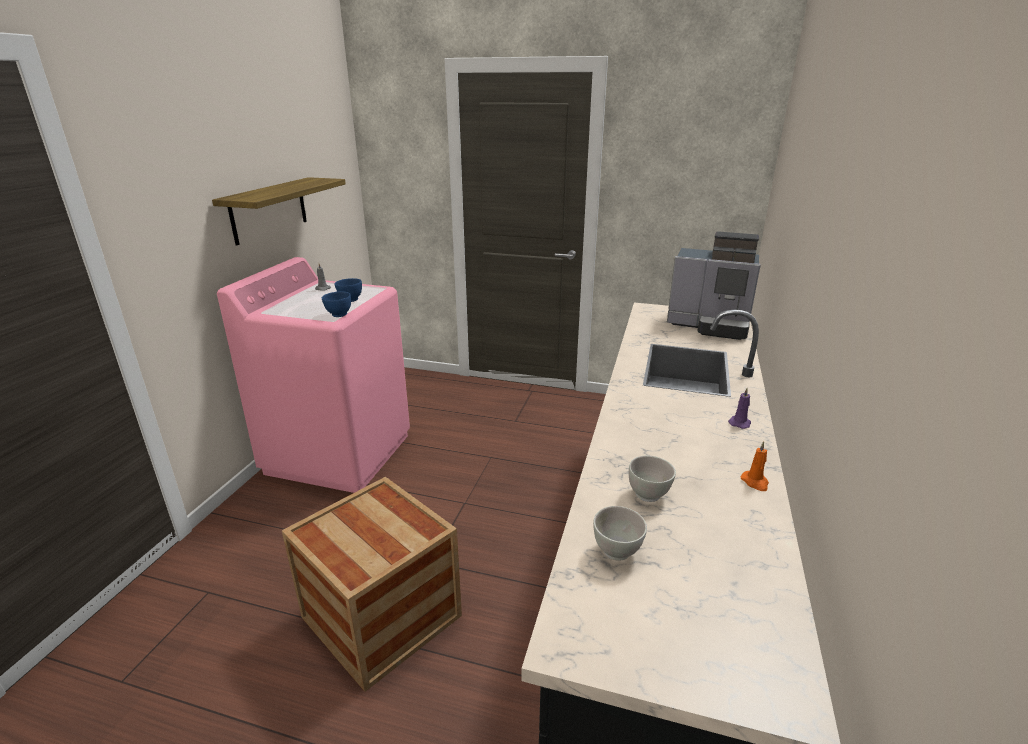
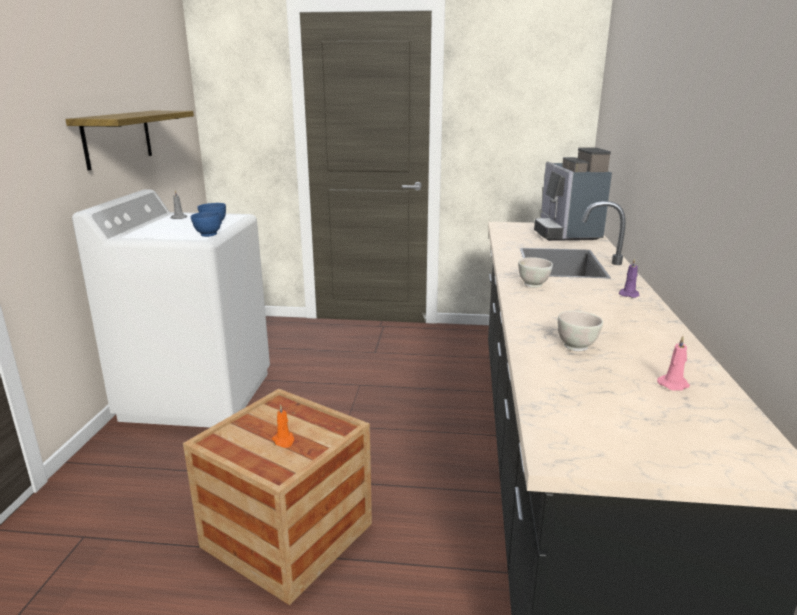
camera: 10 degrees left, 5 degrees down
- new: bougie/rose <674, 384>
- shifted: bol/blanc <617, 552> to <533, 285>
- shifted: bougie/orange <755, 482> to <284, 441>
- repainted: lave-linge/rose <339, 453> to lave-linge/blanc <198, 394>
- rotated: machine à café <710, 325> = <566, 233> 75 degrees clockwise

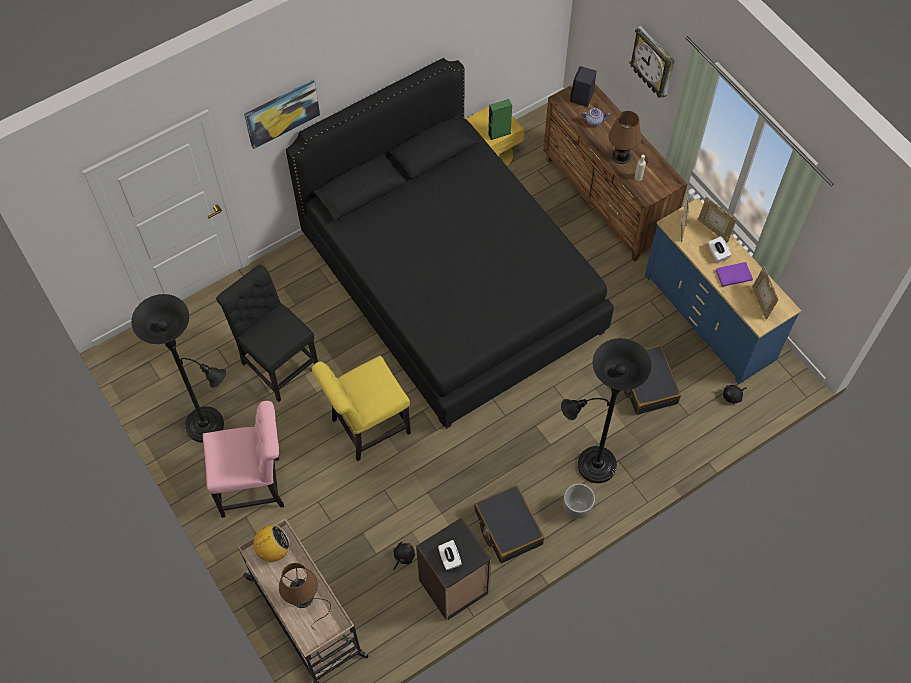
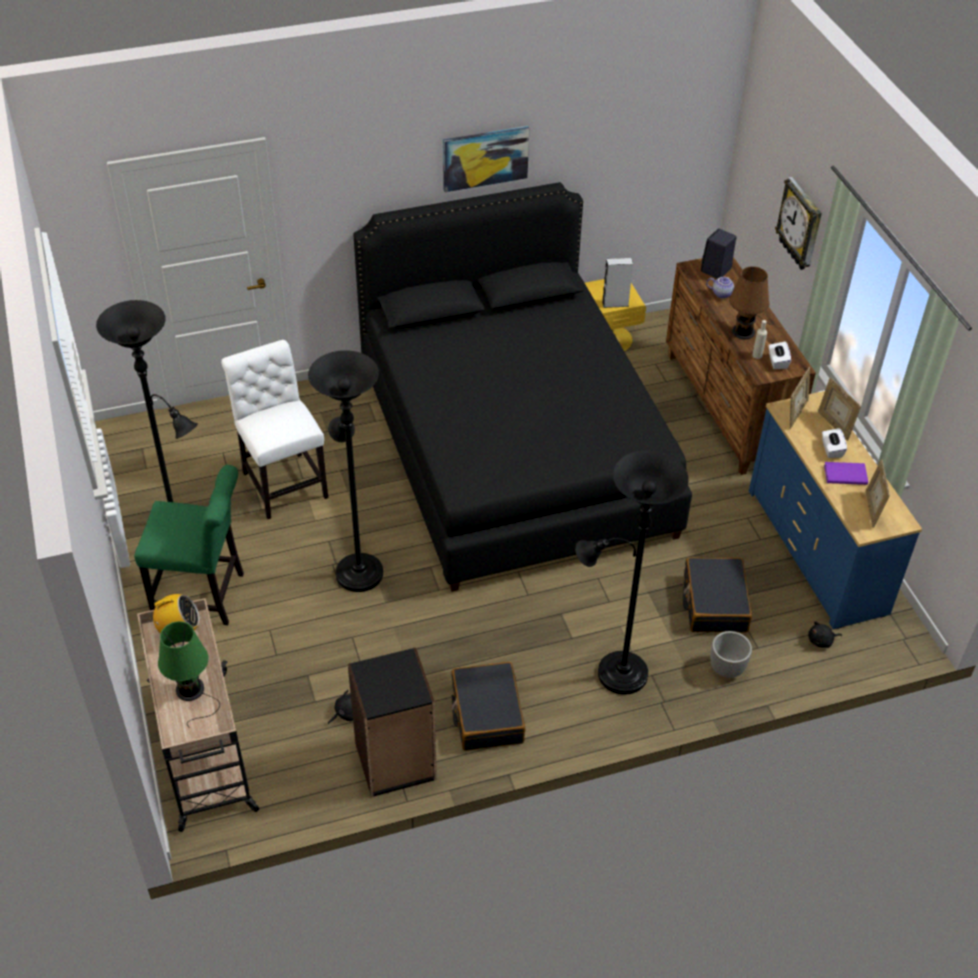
camera: 15 degrees right, 15 degrees down
- shifted: tableau <281, 113> to <485, 158>
- shifted: boîte à mouchoirs/blanc <449, 558> to <777, 362>
- shifted: cache-pot <577, 508> to <727, 669>
- swapped: chaise/jaune <366, 428> to lampadaire/noir <358, 569>
- repainted: chaise/rose <255, 486> to chaise/vert <204, 596>
- repainted: chaise/noir <277, 363> to chaise/blanc <283, 482>
- repainted: lampe de table/marron <304, 599> to lampe de table/vert <191, 692>
- repainted: enceinte/vert <499, 133> to enceinte/gris <615, 303>

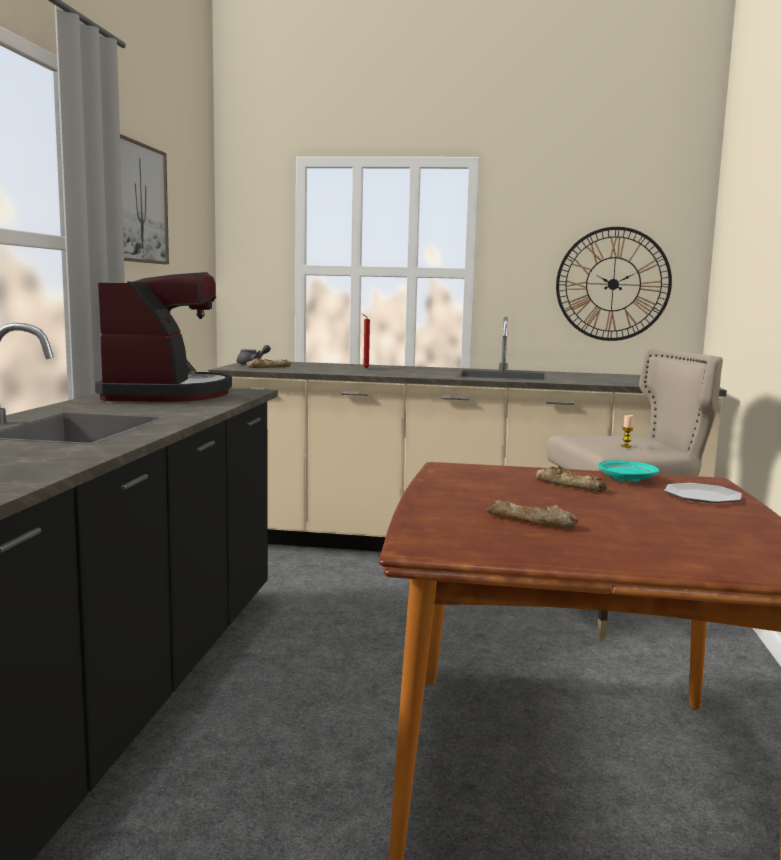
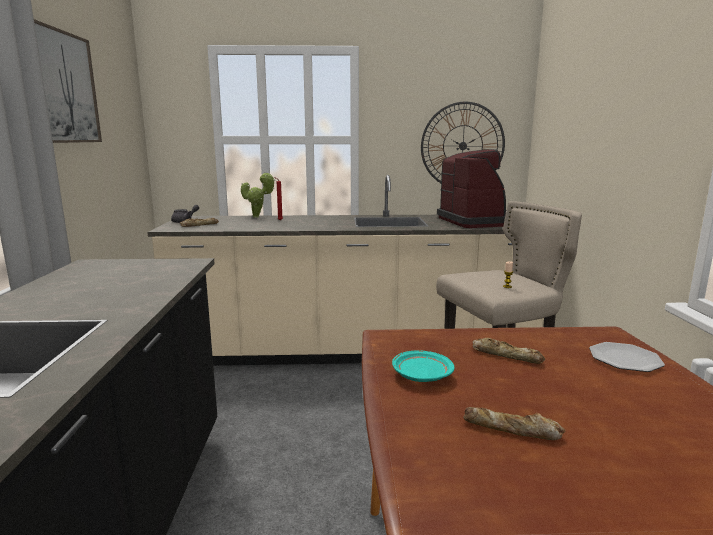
camera: 10 degrees left, 5 degrees up
- new: plante en pot <258, 217>
- shifted: machine à café <167, 394> to <476, 221>
- shifted: assiette/turquoise <626, 479> to <421, 375>

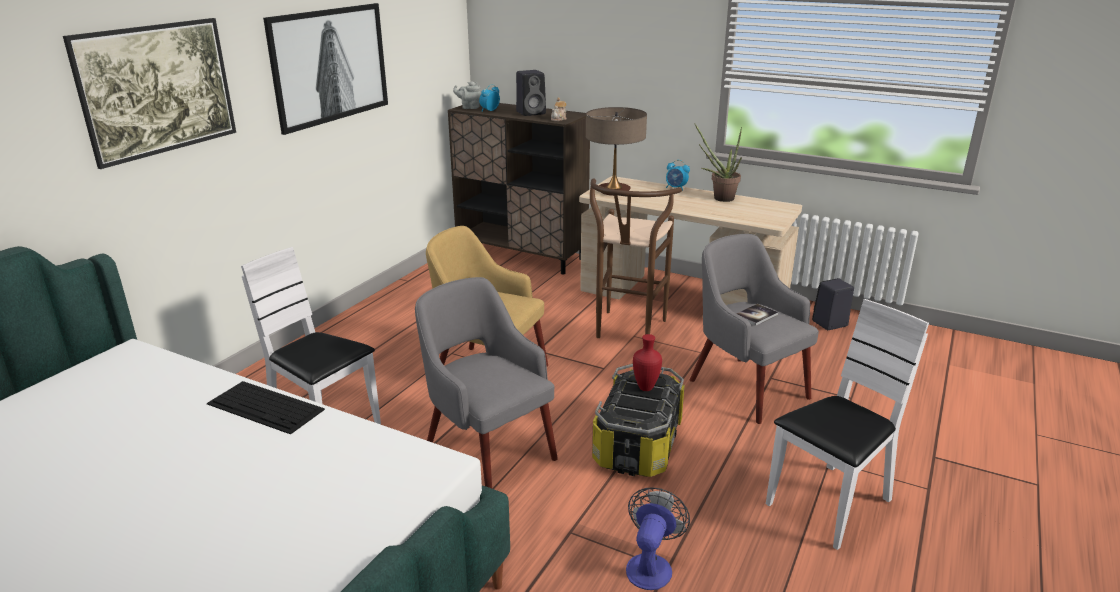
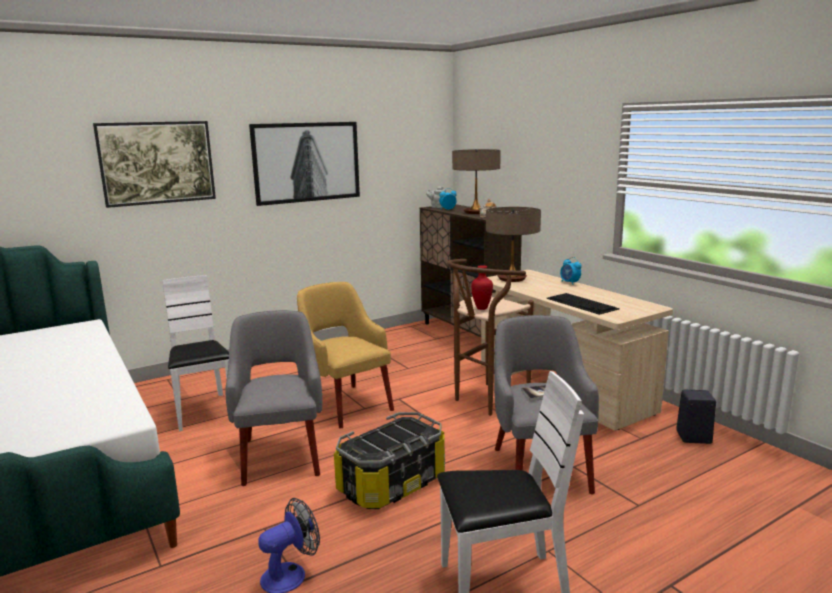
camera: 30 degrees right, 10 degrees down
- gone: plante en pot <719, 198>
- shifted: clavier <266, 406> to <582, 303>
- shifted: vase/rouge <646, 388> to <482, 308>
- swapped: enceinte/noir <531, 113> to lampe de table <476, 212>

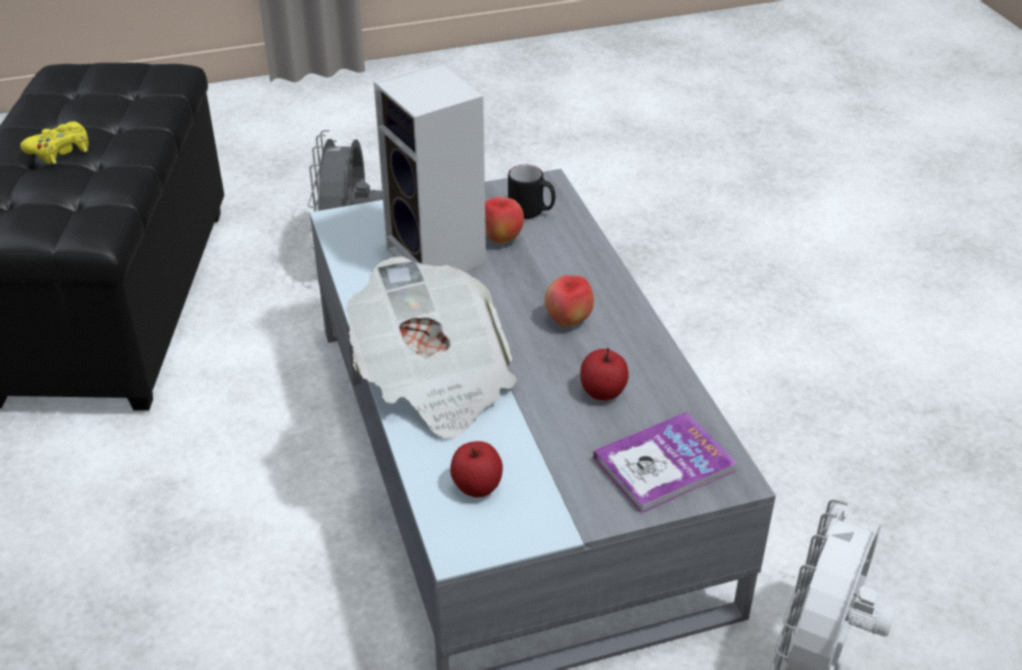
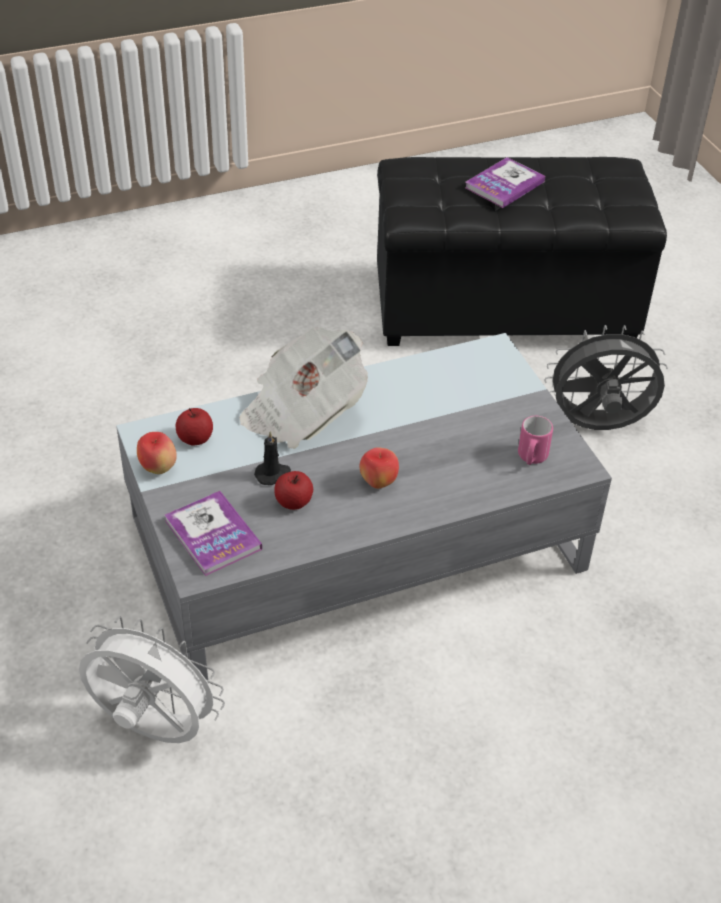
camera: 85 degrees right, 5 degrees up
- gone: enceinte <439, 258>
- new: bougie/noir <273, 474>
- shifted: pomme <501, 239> to <158, 468>
- swapped: manette/jaune <60, 150> to livre <504, 184>
- repainted: mug/noir <531, 212> to mug/rose <531, 458>

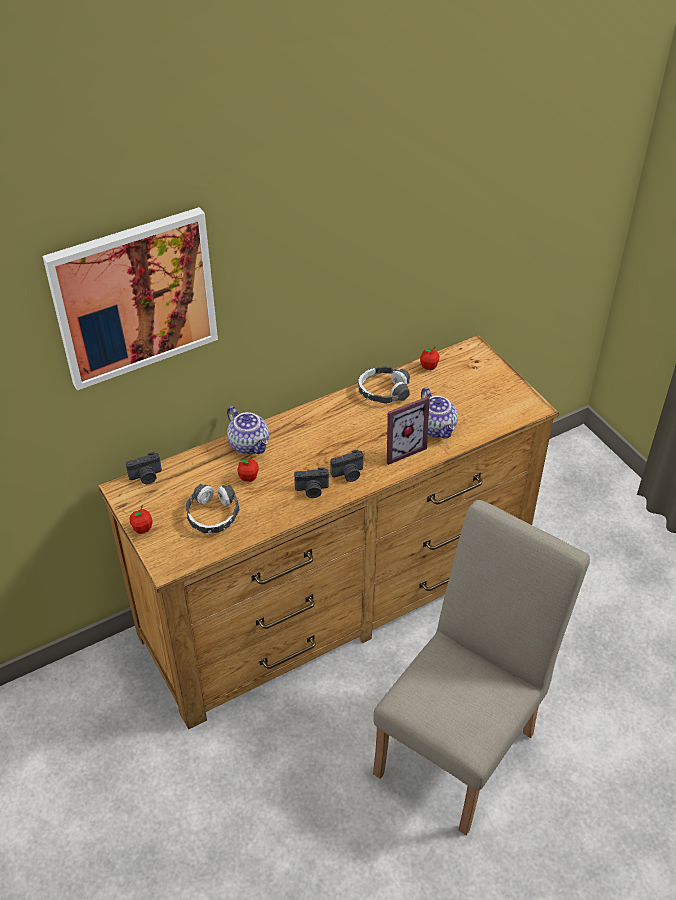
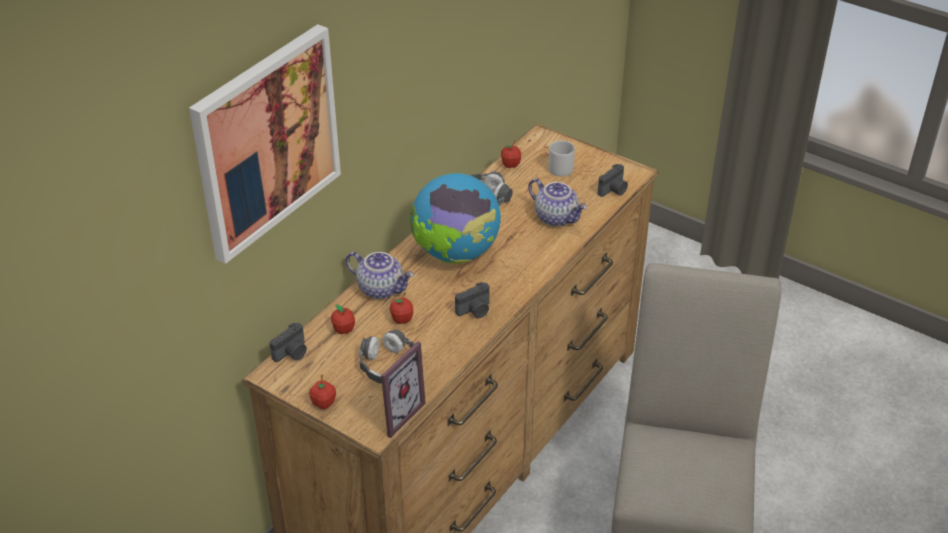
camera: 25 degrees left, 5 degrees down
- new: pomme <343, 330>
- new: globe <456, 253>
- new: mug/gris <561, 167>
- shifted: appareil photo <348, 474> to <614, 190>
- shifted: cadre photo <400, 448> to <395, 413>

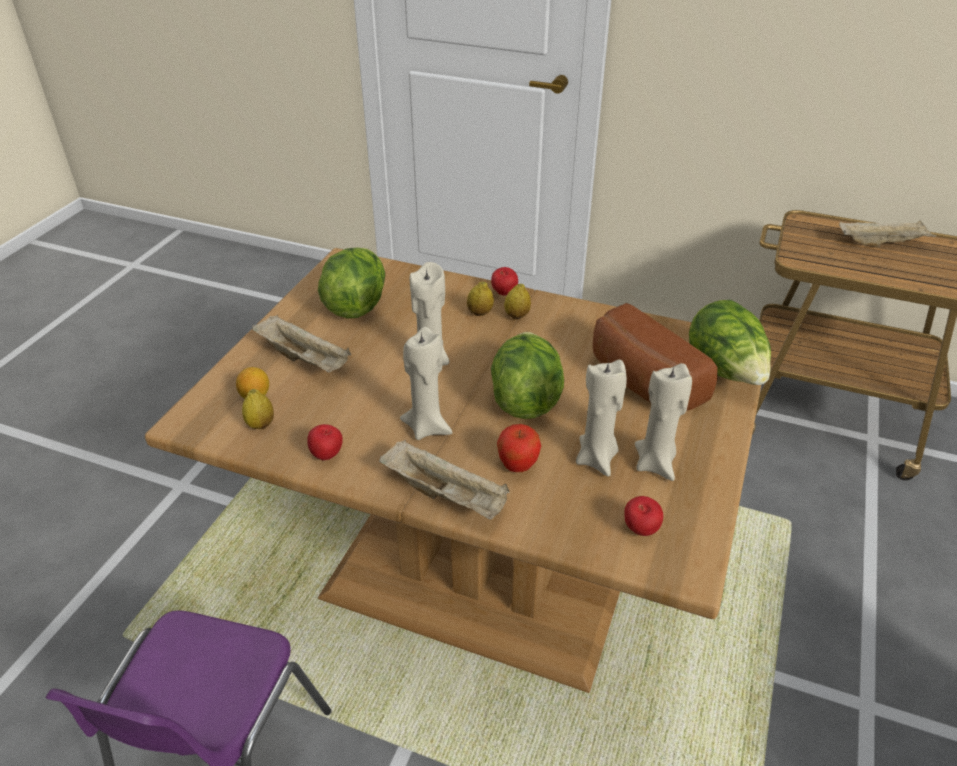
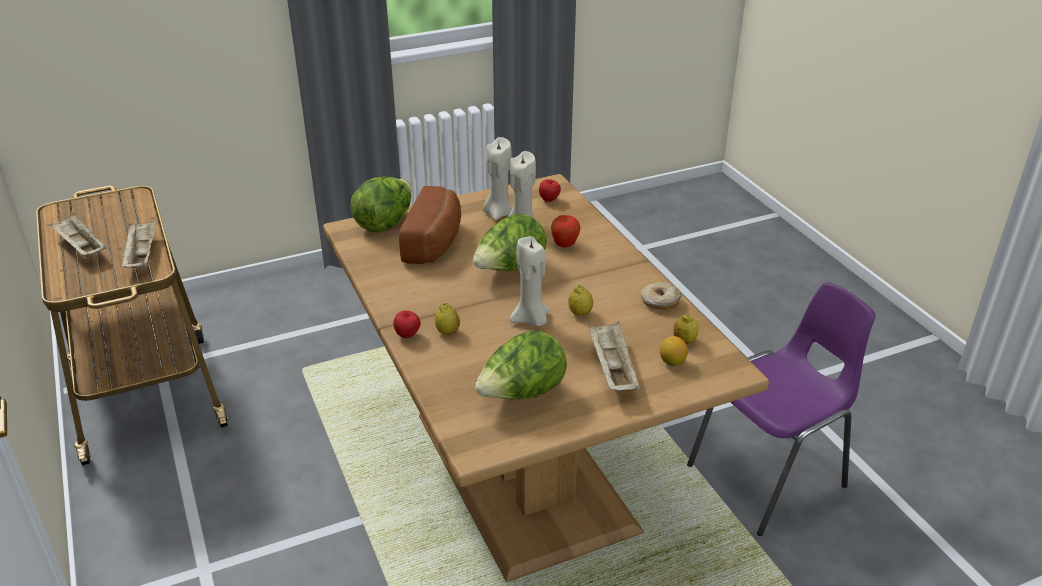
camera: 135 degrees left, 5 degrees down
- gone: bougie/beige <427, 427>
- shifted: plateau/beige <446, 495> to <142, 256>
- shifted: citron <517, 316> to <580, 313>
- swapped: pomme <327, 455> to beignet <660, 302>

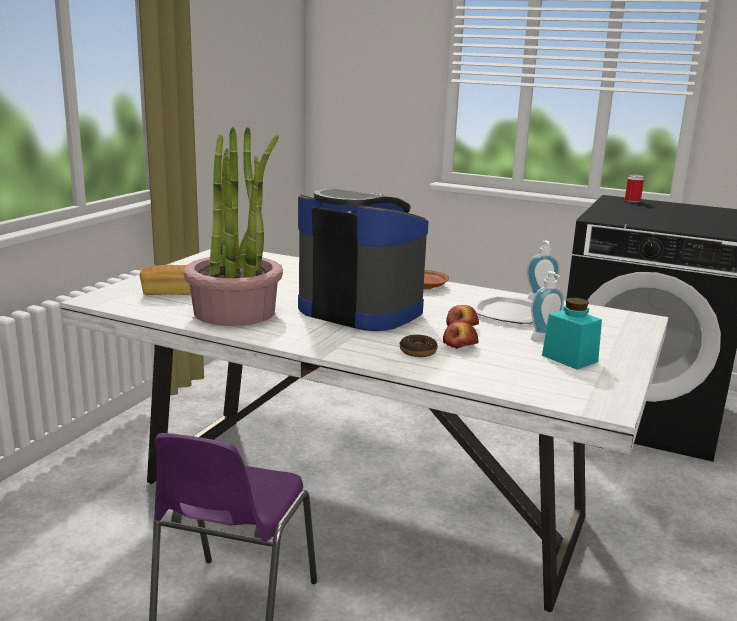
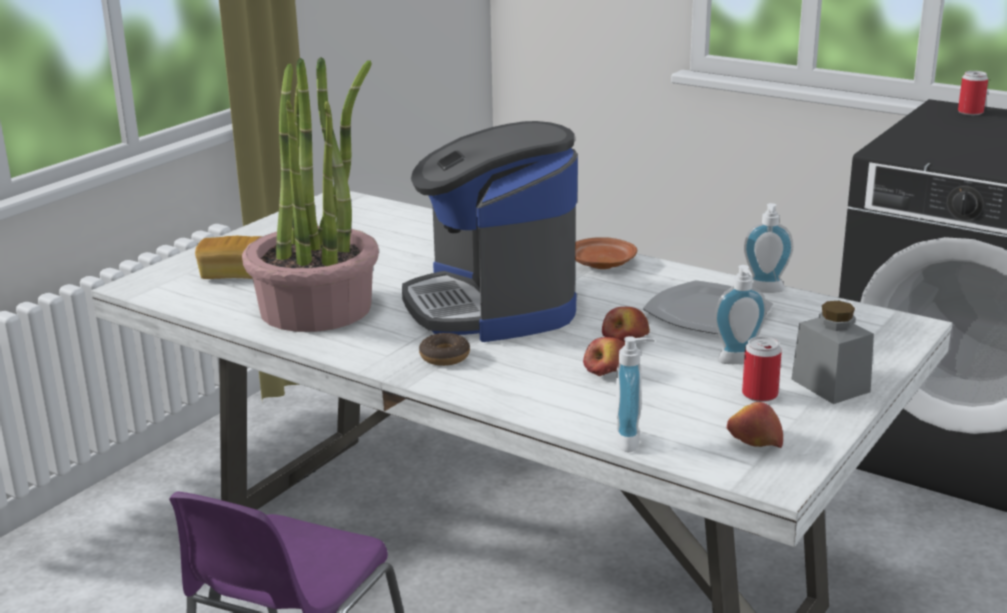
camera: 10 degrees right, 5 degrees up
- new: distributeur de savon <633, 441>
- new: pomme <753, 440>
- new: bocal/gris <830, 385>
- shifted: beignet <418, 351> to <444, 357>
- swapped: bocal/turquoise <569, 358> to boîte métallique <759, 395>
- rotated: machine à café <361, 309> = <492, 305> 150 degrees counterclockwise

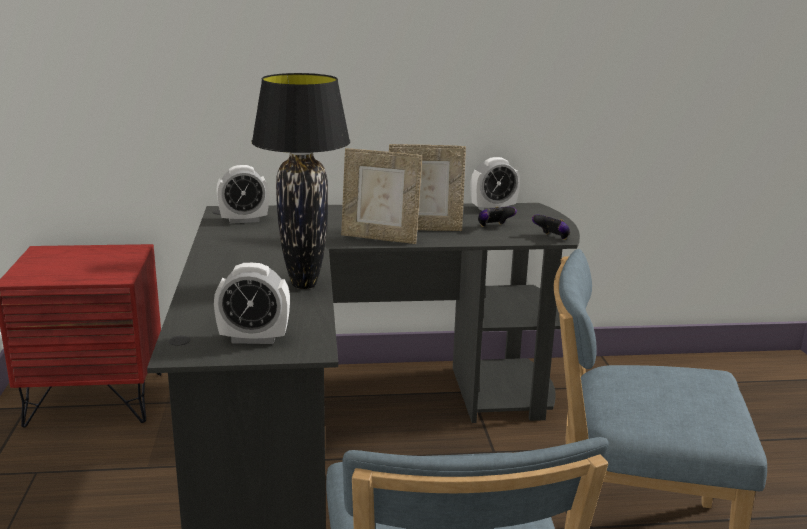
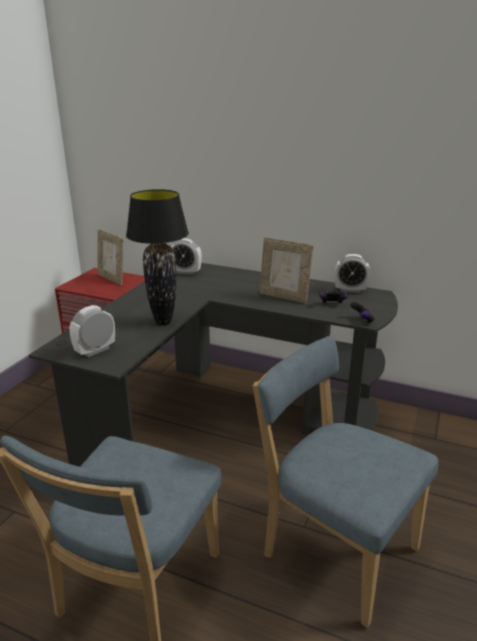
camera: 30 degrees right, 5 degrees up
- shifted: cadre photo <380, 238> to <112, 279>
- rotated: réveil <254, 339> = <95, 350> 105 degrees clockwise

